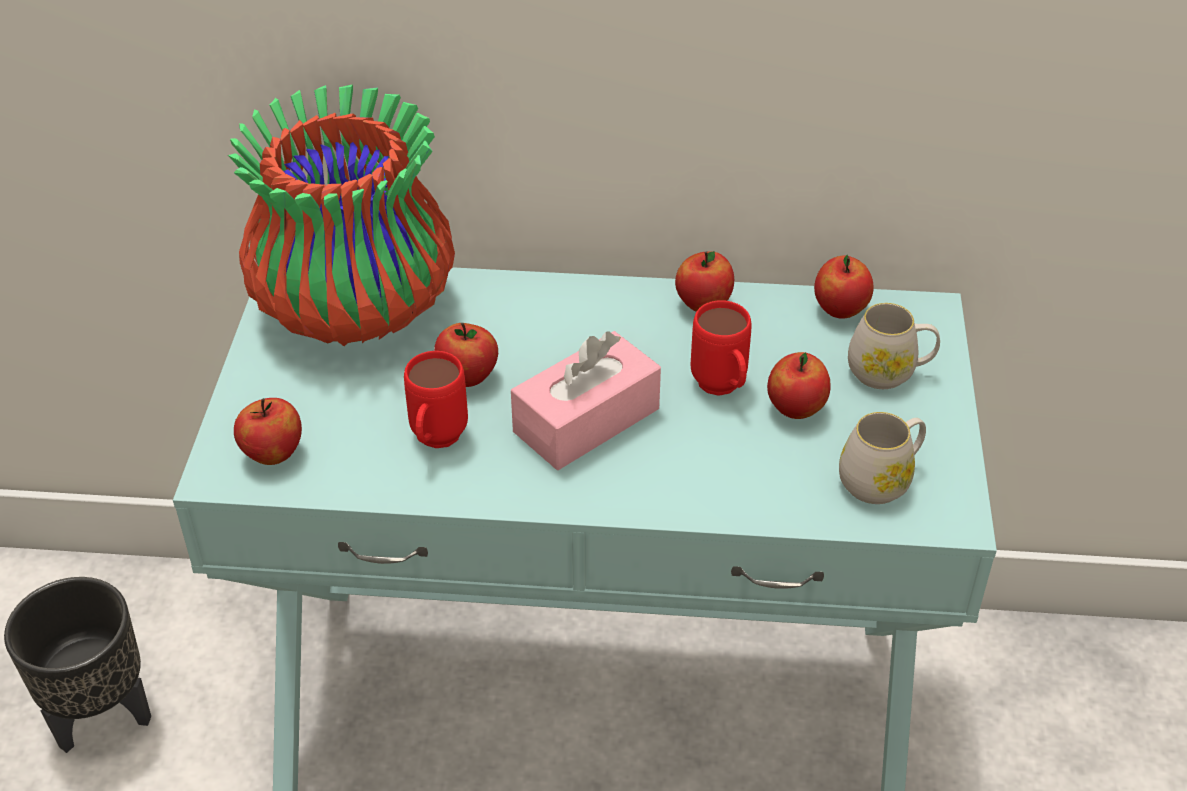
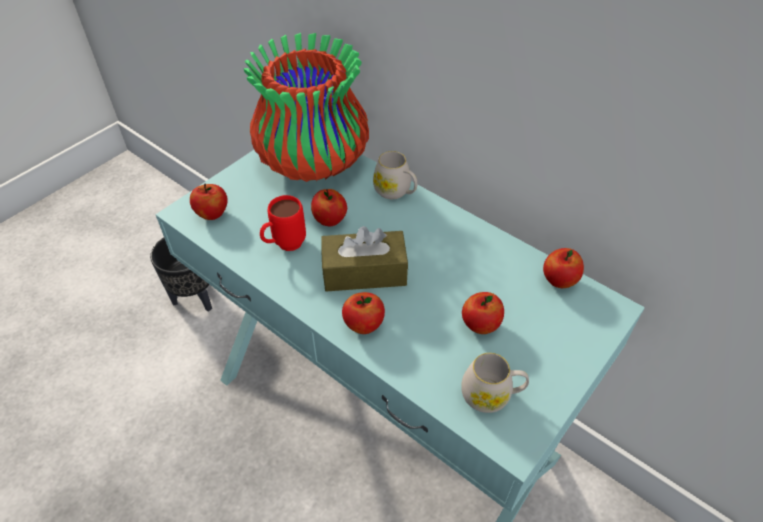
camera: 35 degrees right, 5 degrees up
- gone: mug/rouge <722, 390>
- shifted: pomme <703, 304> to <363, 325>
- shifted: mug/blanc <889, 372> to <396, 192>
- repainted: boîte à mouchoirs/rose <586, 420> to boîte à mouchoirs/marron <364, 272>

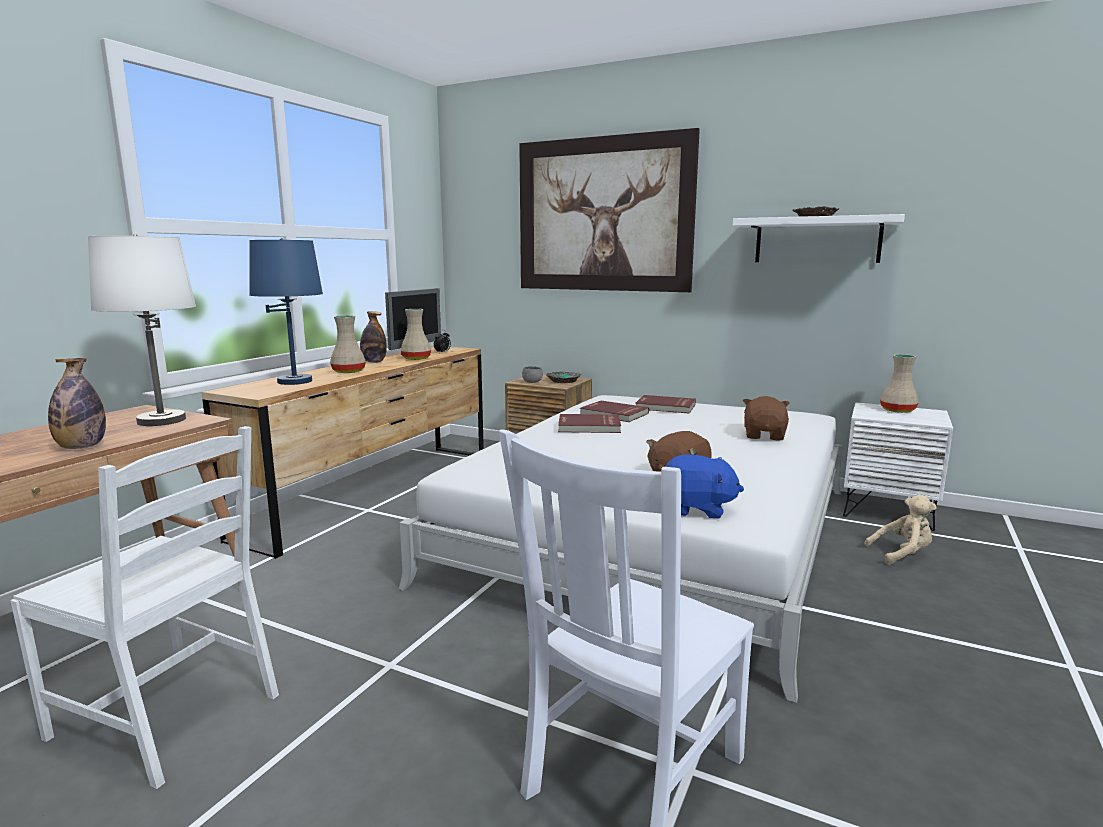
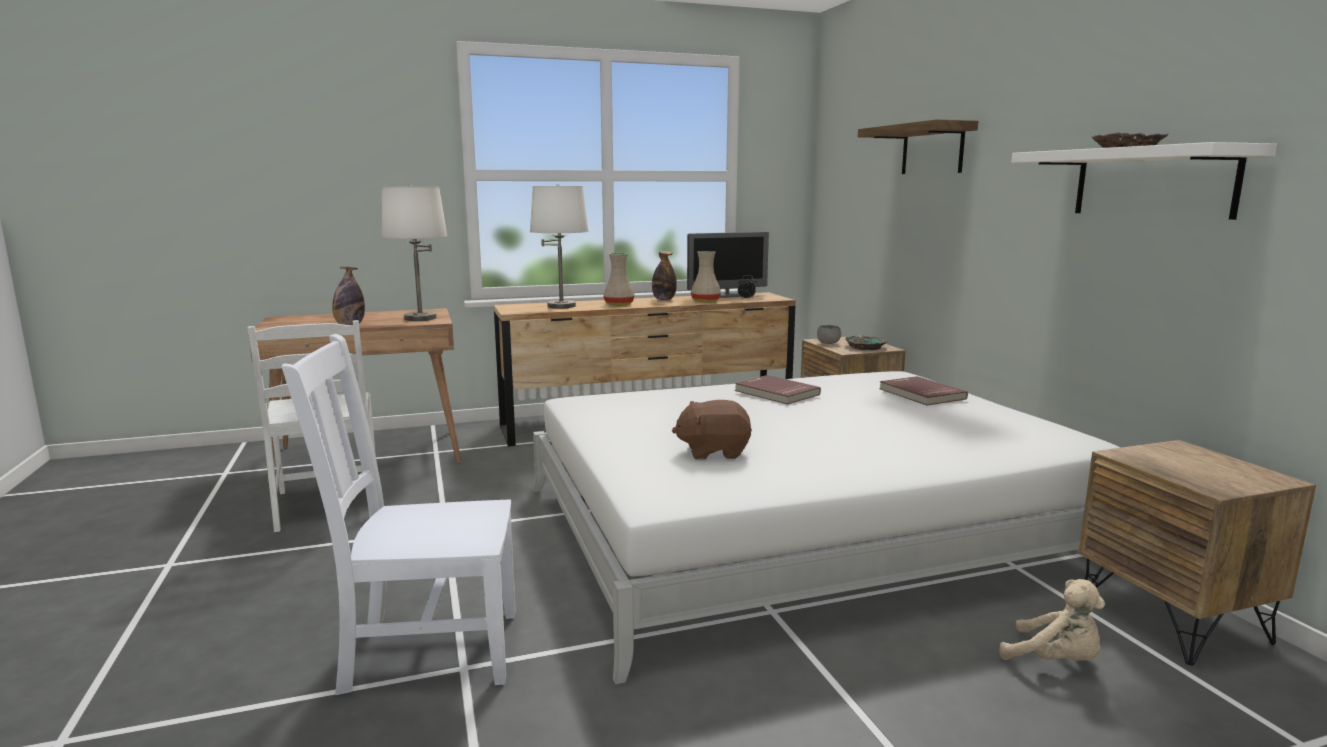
camera: 45 degrees right, 0 degrees up
- gone: livre/rouge <613, 414>
- gone: peluche/bleu <697, 509>
- gone: peluche/marron <764, 436>
- gone: vase/beige <898, 410>
- swapped: tableau <603, 215> to étagère <932, 149>
- repainted: lampe de table/bleu <294, 381> to lampe de table/blanc <561, 306>
- repainted: table de chevet/blanc <888, 511> to table de chevet/marron <1172, 620>

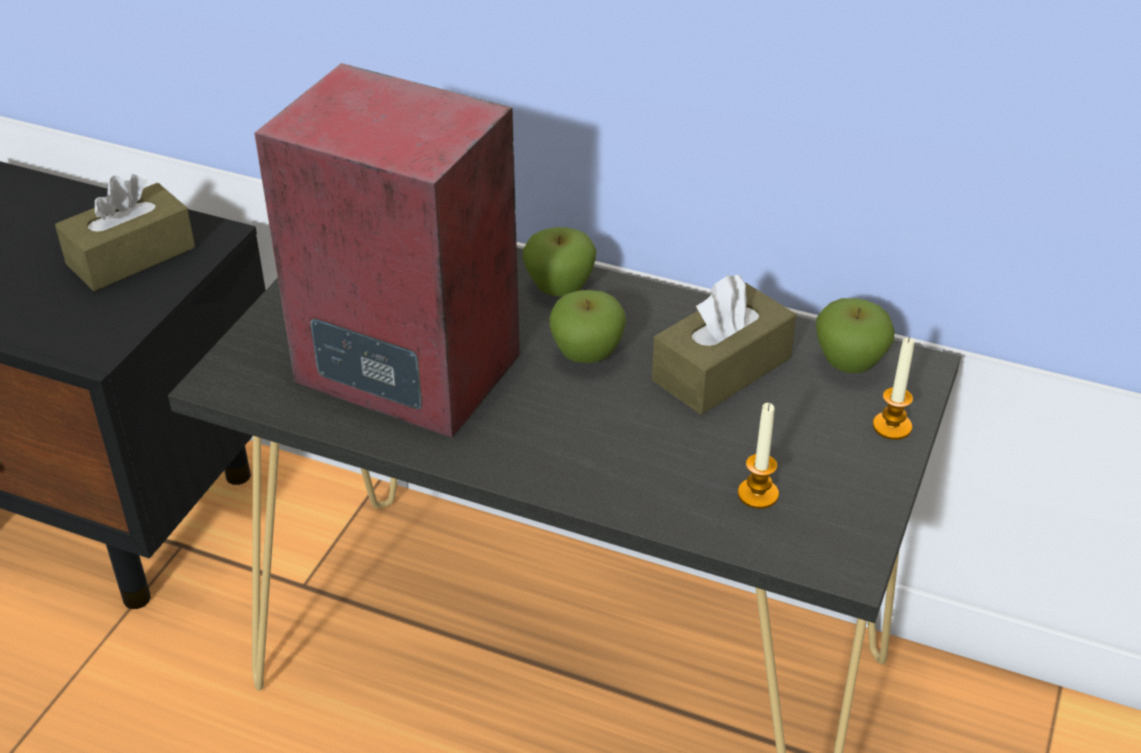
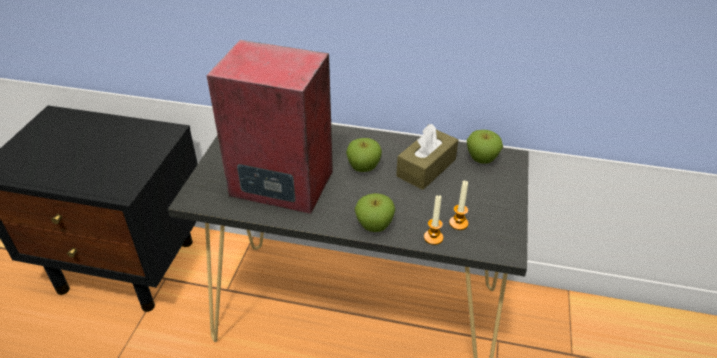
camera: 10 degrees left, 0 degrees up
- gone: boîte à mouchoirs/marron <131, 256>
- shifted: pomme <559, 289> to <374, 226>
- shifted: bougie <892, 426> to <433, 237>

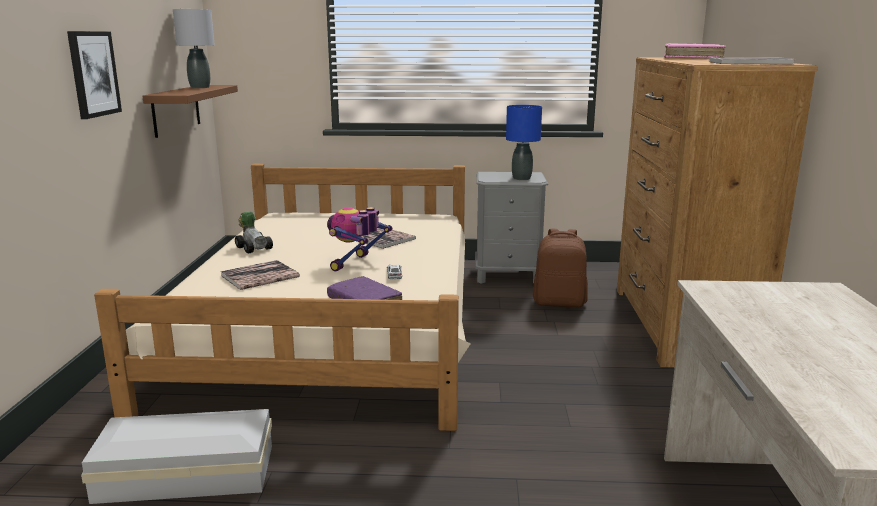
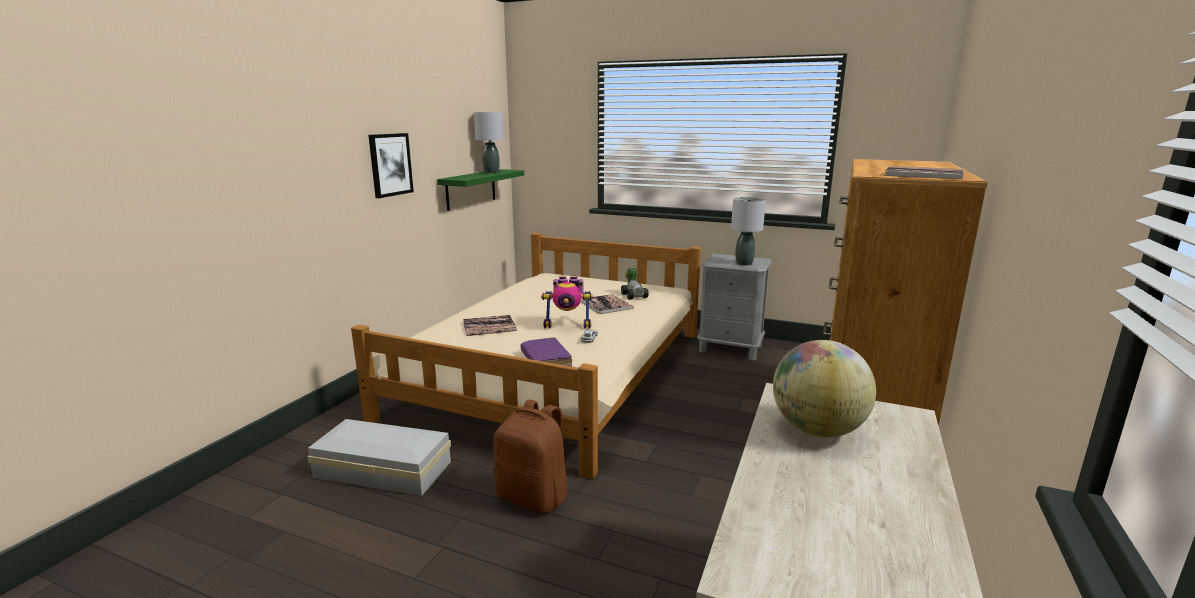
camera: 20 degrees right, 0 degrees up
- gone: livre/rose <693, 58>
- new: globe <817, 430>
- shifted: petite voiture <254, 247> to <634, 295>
- shifted: sac à dos/marron <559, 303> to <534, 497>
- repainted: étagère/marron <176, 110> to étagère/vert <471, 189>
- repainted: lampe de table/bleu <521, 178> to lampe de table/gris <743, 263>
- rotated: robot jouet <356, 264> = <568, 325> 135 degrees counterclockwise

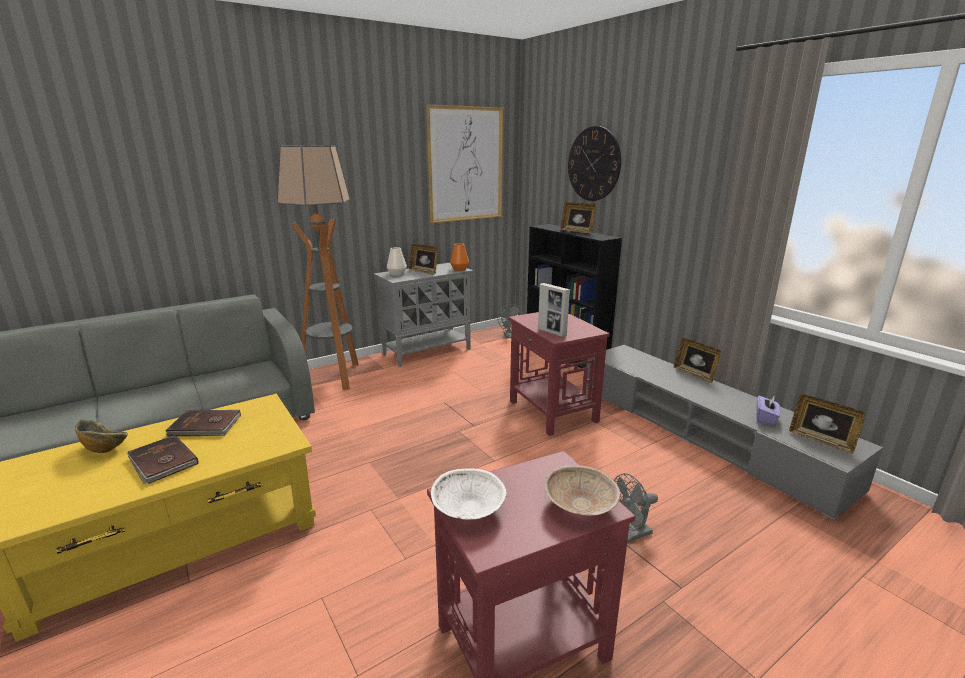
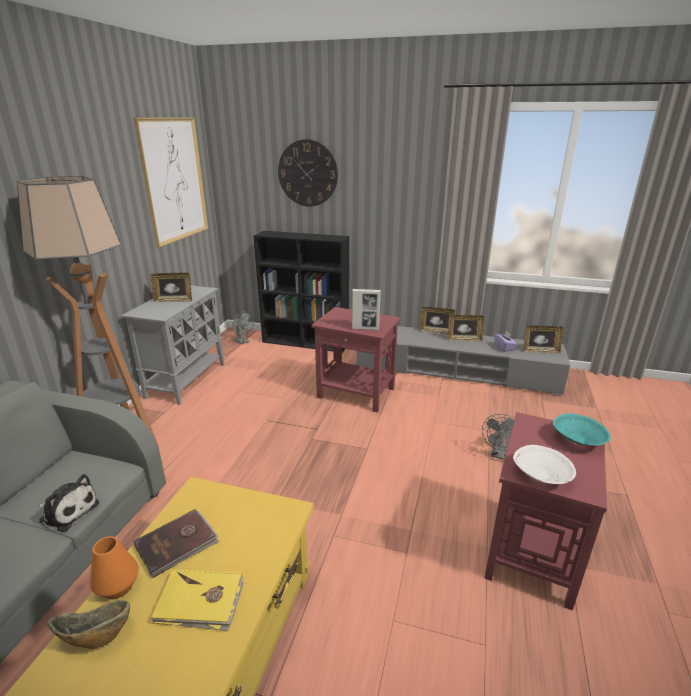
camera: 40 degrees left, 5 degrees up
- gone: vase/blanc <397, 274>
- new: peluche <68, 511>
- shifted: vase/orange <459, 269> to <118, 587>
- shifted: cadre photo <577, 231> to <464, 339>
- repainted: livre/marron <162, 462> to livre/jaune <200, 602>
- repainted: bol/beige <580, 506> to bol/turquoise <578, 440>

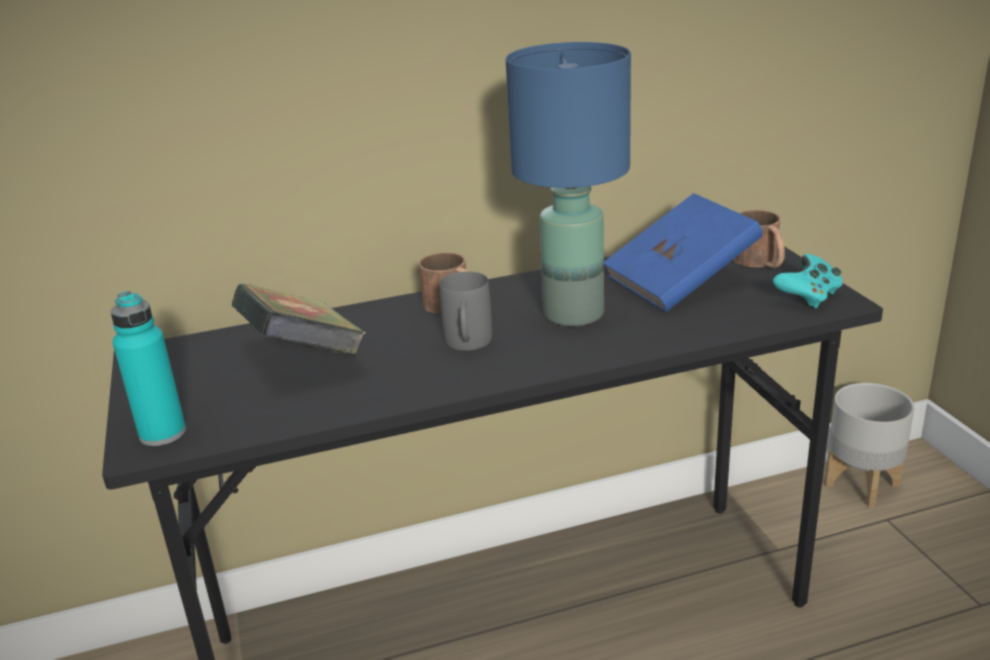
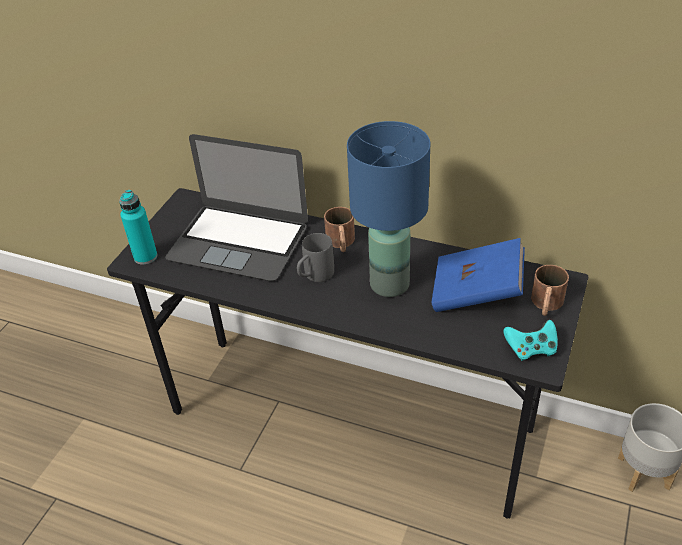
camera: 40 degrees right, 15 degrees up
- swapped: livre <303, 359> to ordinateur portable <238, 242>

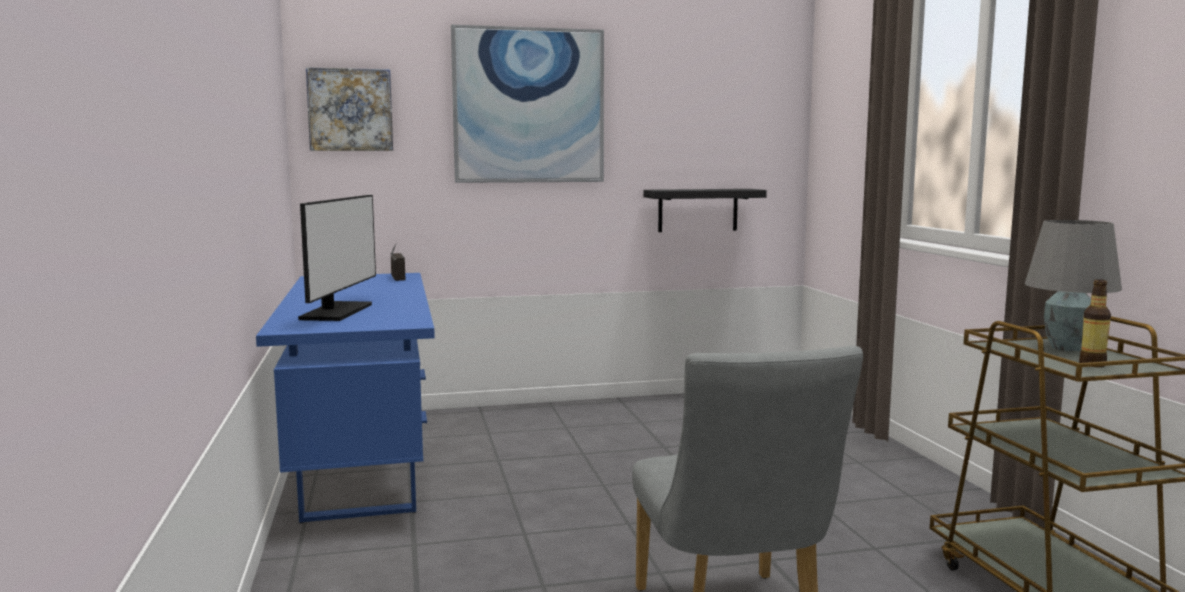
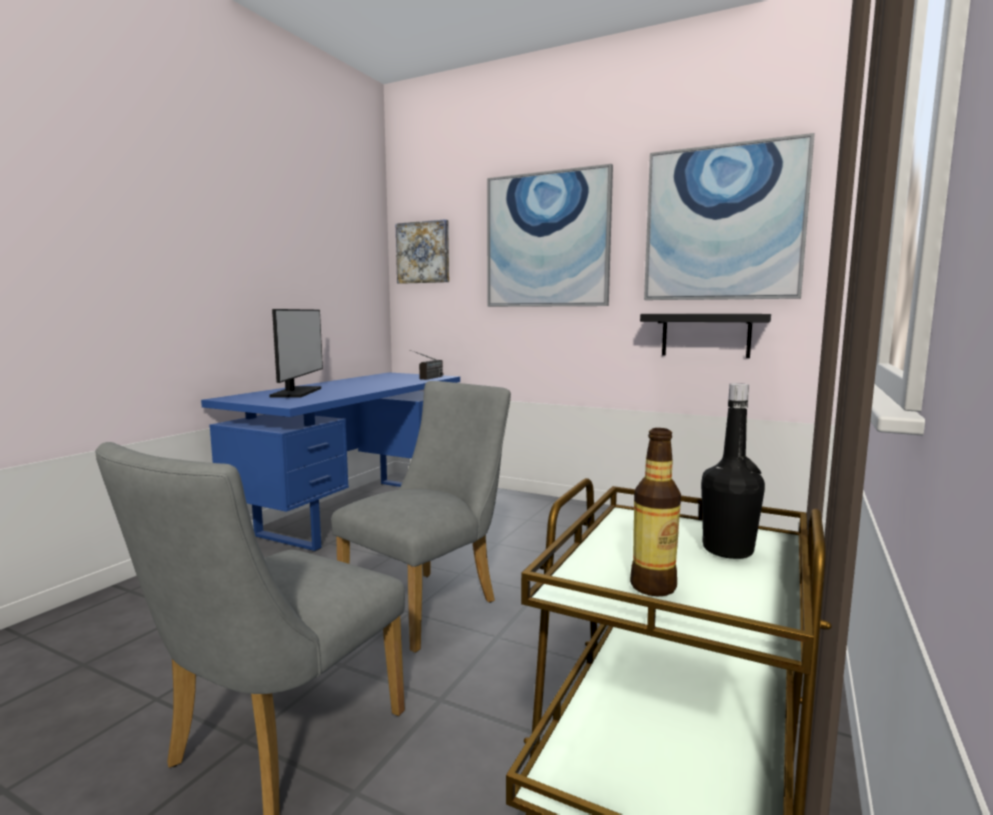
camera: 40 degrees right, 0 degrees up
- new: chaise/gris <429, 604>
- new: tableau <723, 223>
- swapped: lampe de table/gris <1065, 348> to bouteille/noir <728, 550>
- rotated: écran d'ordinateur <336, 312> = <296, 392> 45 degrees counterclockwise

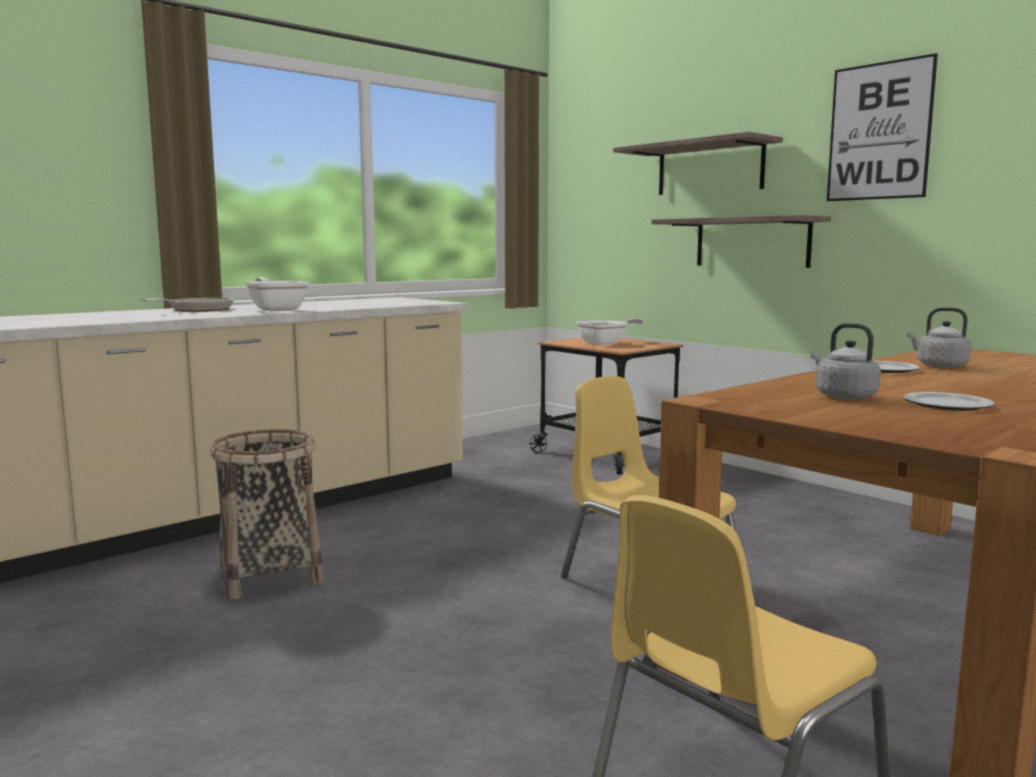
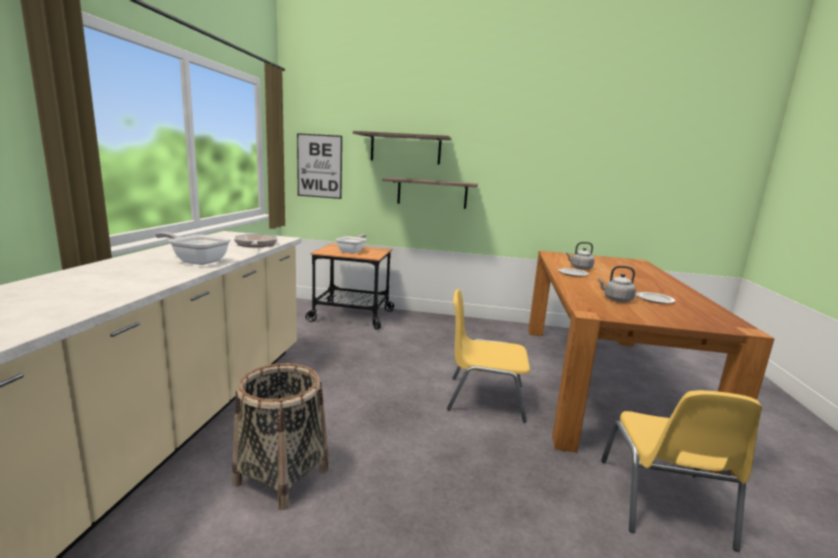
camera: 40 degrees left, 5 degrees up
- shifted: poêle <196, 310> to <256, 245>
- shifted: tableau <879, 131> to <319, 166>

